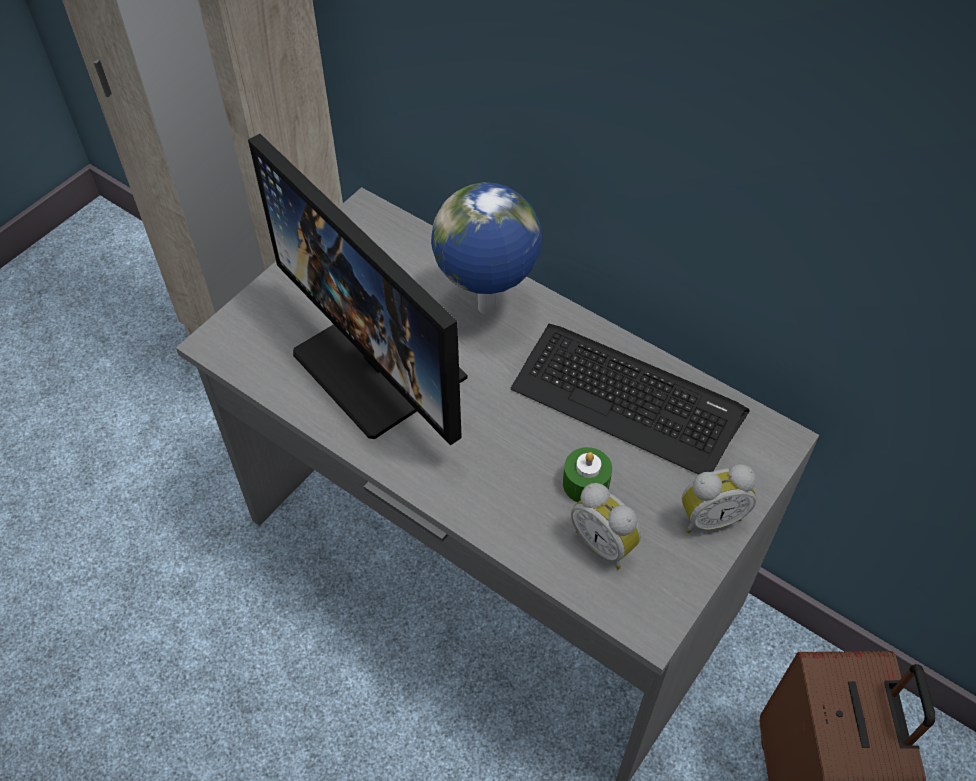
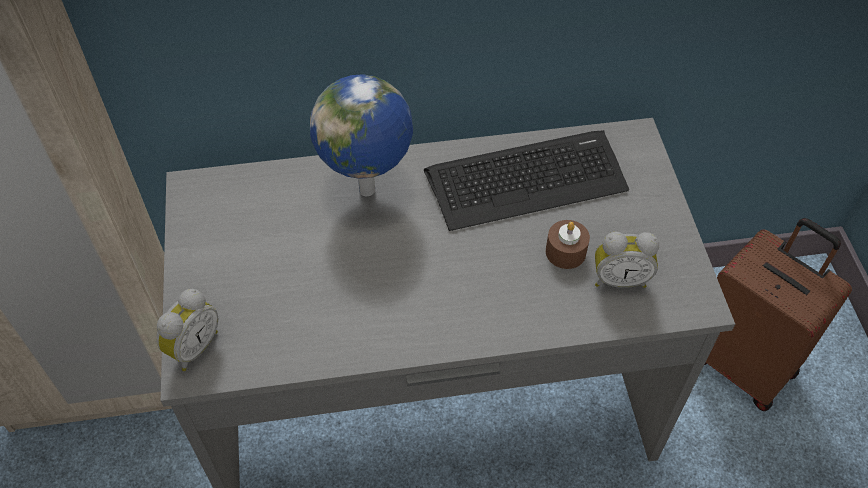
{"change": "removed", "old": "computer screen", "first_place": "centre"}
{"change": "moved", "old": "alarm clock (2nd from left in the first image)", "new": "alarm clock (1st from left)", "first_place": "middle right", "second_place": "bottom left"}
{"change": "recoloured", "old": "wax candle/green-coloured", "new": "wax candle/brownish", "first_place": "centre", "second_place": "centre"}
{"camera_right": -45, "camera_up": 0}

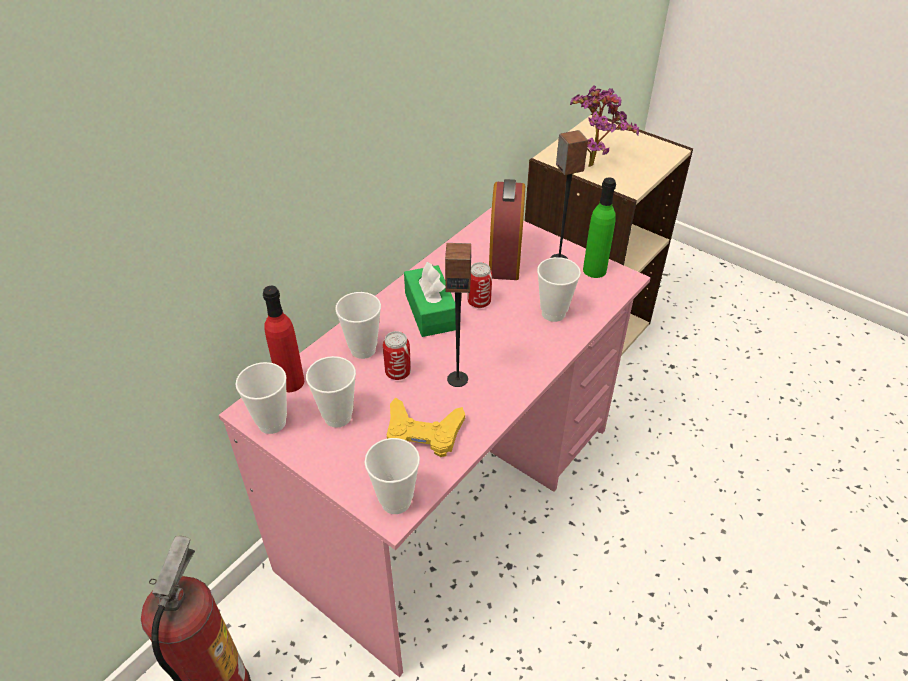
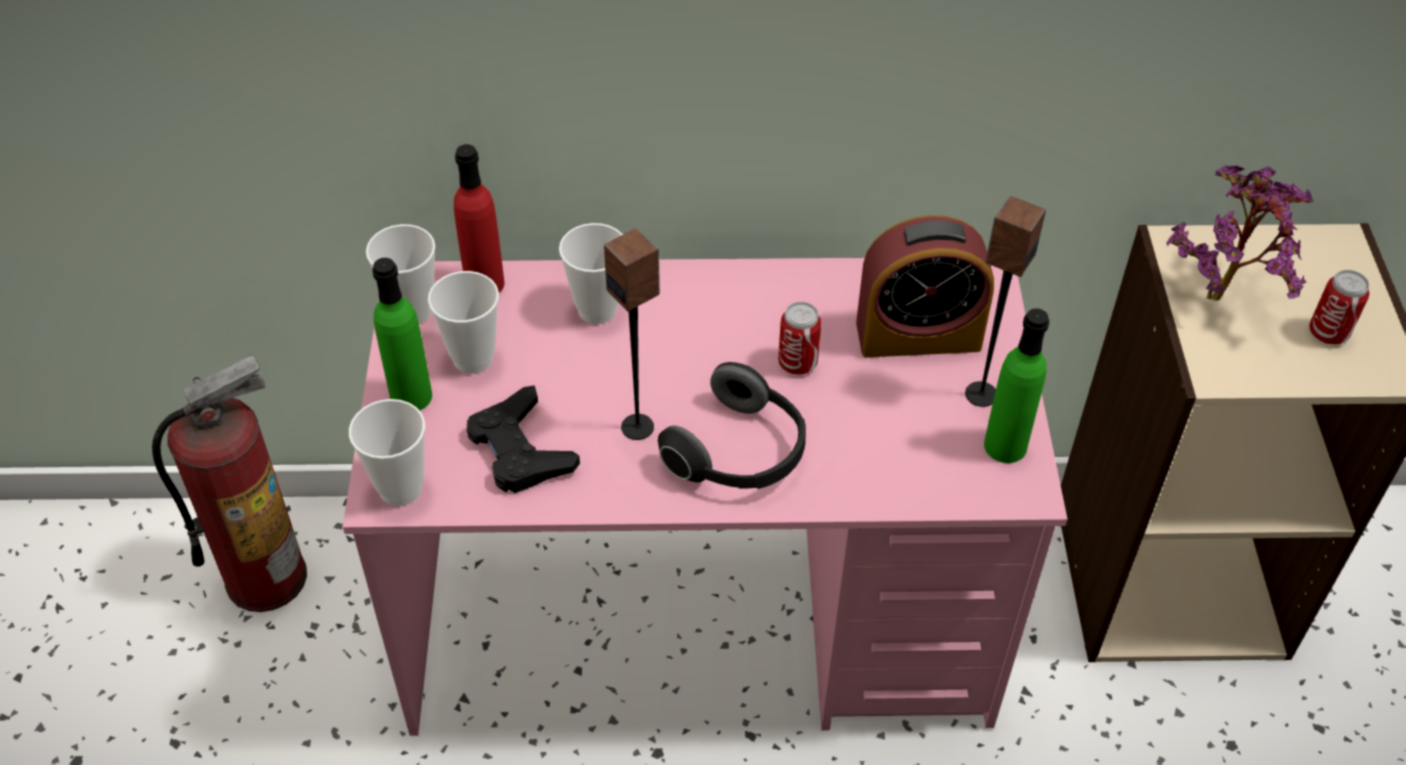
{"change": "removed", "old": "tissue box/green-coloured", "first_place": "centre"}
{"change": "removed", "old": "cup (5th from left)", "first_place": "centre"}
{"change": "added", "new": "beverage bottle/green-coloured (1st from left)", "second_place": "middle left"}
{"change": "added", "new": "headset", "second_place": "centre"}
{"change": "moved", "old": "can (1st from left in the first image)", "new": "can (2nd from left)", "first_place": "centre", "second_place": "middle right"}
{"change": "recoloured", "old": "gamepad/yellow-coloured", "new": "gamepad/blackish", "first_place": "centre", "second_place": "centre"}
{"change": "turned", "old": "alarm clock", "first_place": "centre", "second_place": "centre", "degrees": -150}
{"camera_right": 50, "camera_up": 5}

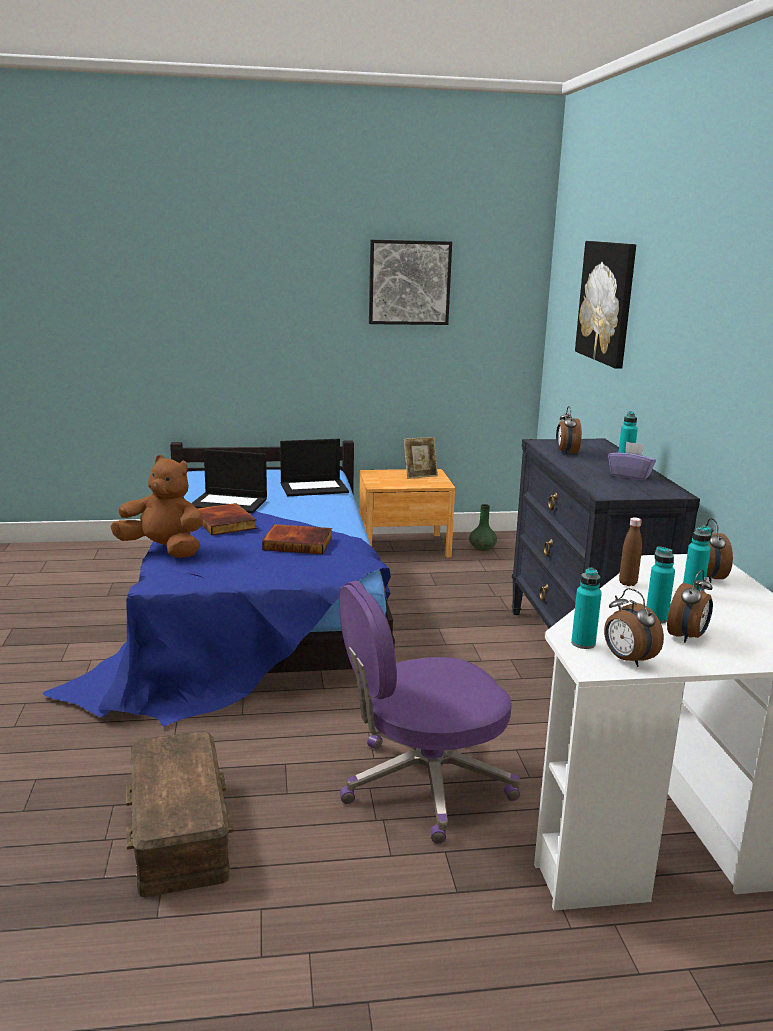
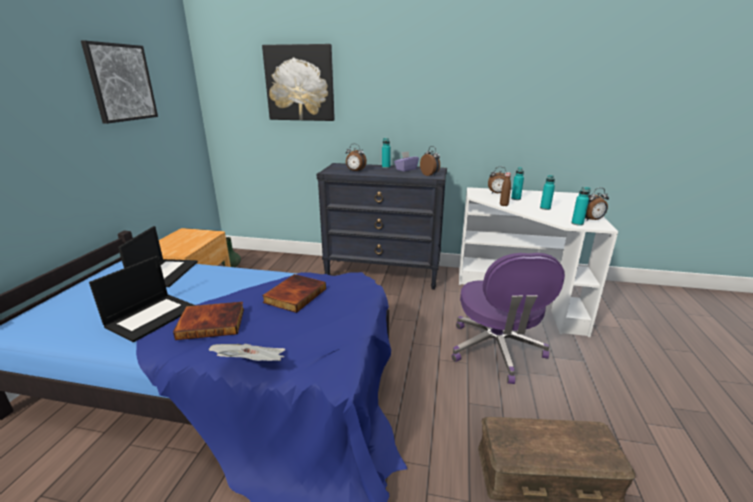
{"change": "removed", "old": "standing frame", "first_place": "centre"}
{"change": "moved", "old": "alarm clock (3rd from left in the first image)", "new": "alarm clock (2nd from left)", "first_place": "middle right", "second_place": "top centre"}
{"change": "replaced", "old": "soft toy/brownish", "new": "daily paper", "first_place": "middle left", "second_place": "bottom left"}
{"camera_right": -70, "camera_up": 5}

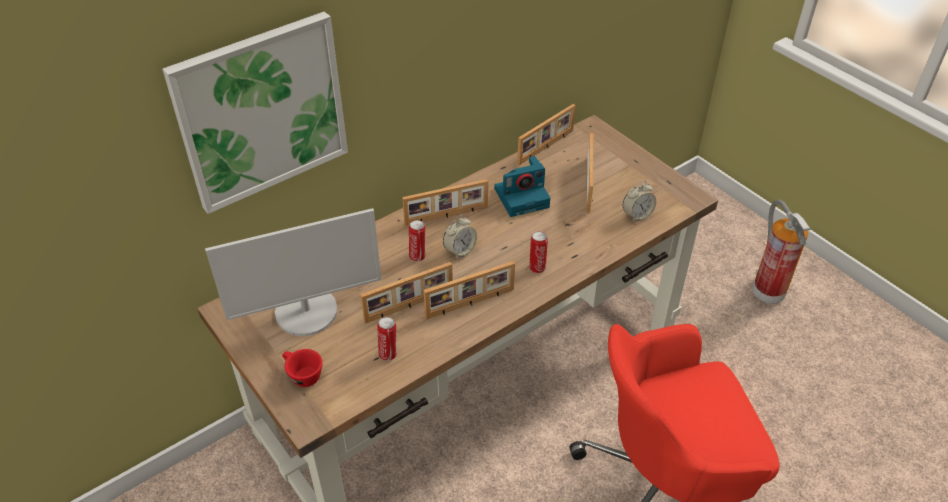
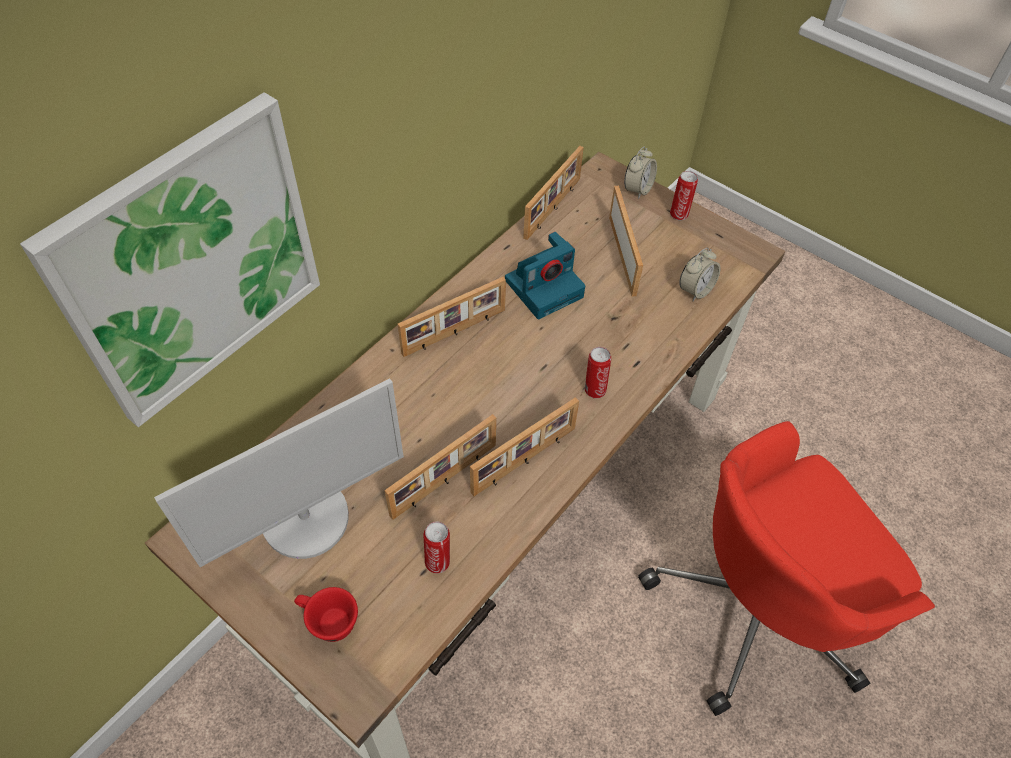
{"change": "removed", "old": "fire-fighting cylinder", "first_place": "middle right"}
{"change": "moved", "old": "can (2nd from left in the first image)", "new": "can (3rd from left)", "first_place": "centre", "second_place": "top right"}
{"change": "moved", "old": "alarm clock (1st from left)", "first_place": "centre", "second_place": "top centre"}
{"camera_right": -15, "camera_up": 10}

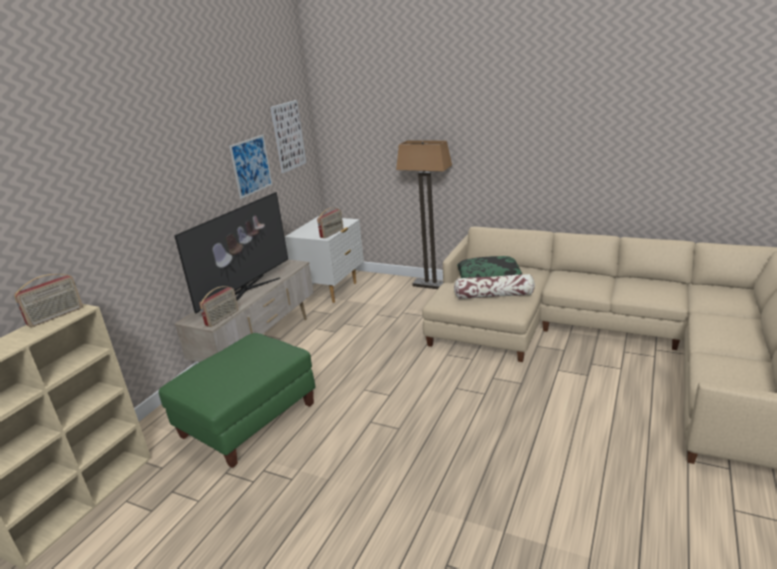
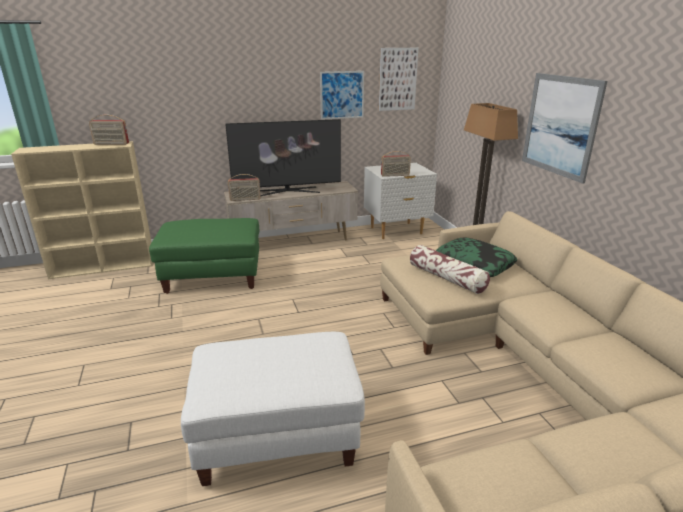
{"change": "added", "new": "ottoman/whitish", "second_place": "bottom centre"}
{"change": "added", "new": "wall picture (3rd from left)", "second_place": "top right"}
{"camera_right": 45, "camera_up": 0}

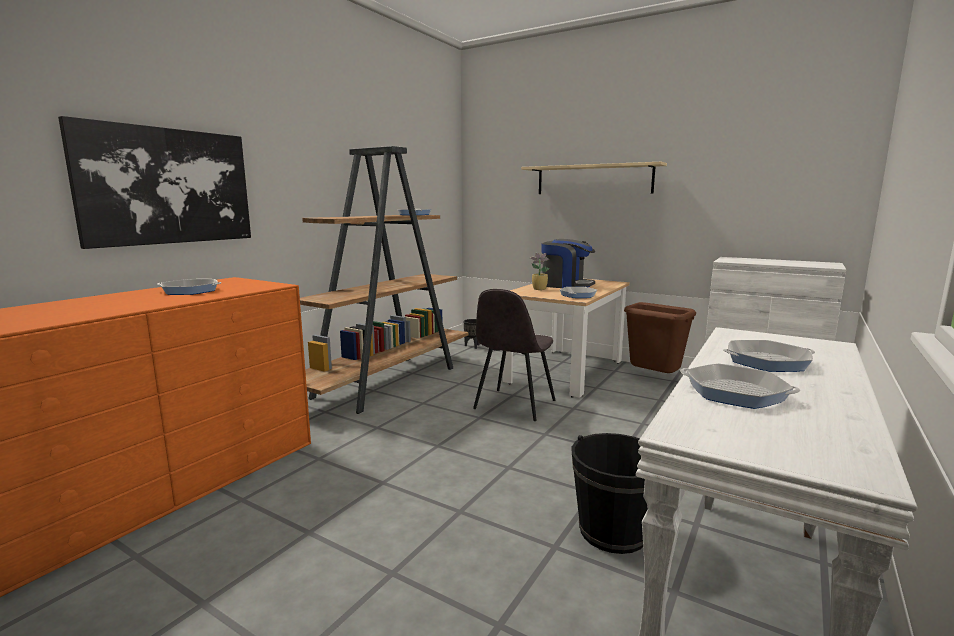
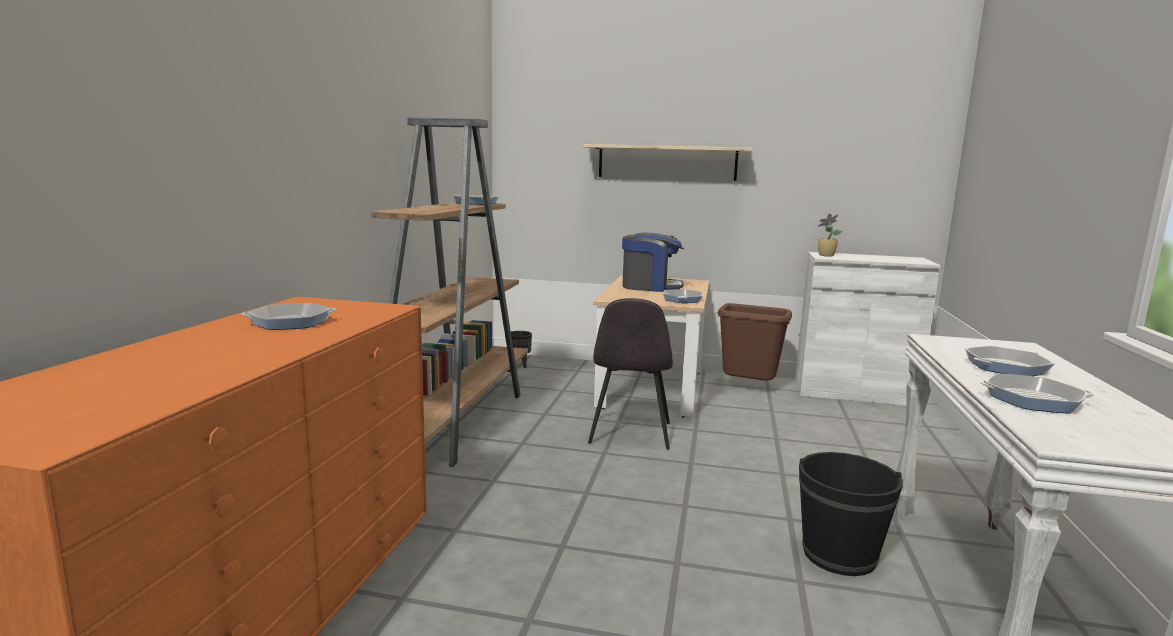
{"change": "removed", "old": "wall picture", "first_place": "top left"}
{"change": "moved", "old": "plant in a pot", "first_place": "centre", "second_place": "middle right"}
{"camera_right": -20, "camera_up": 0}

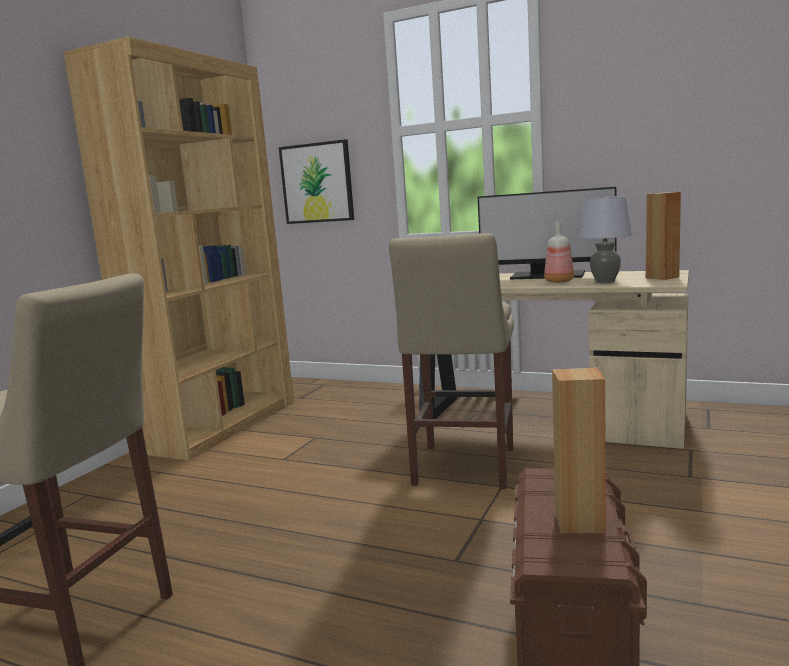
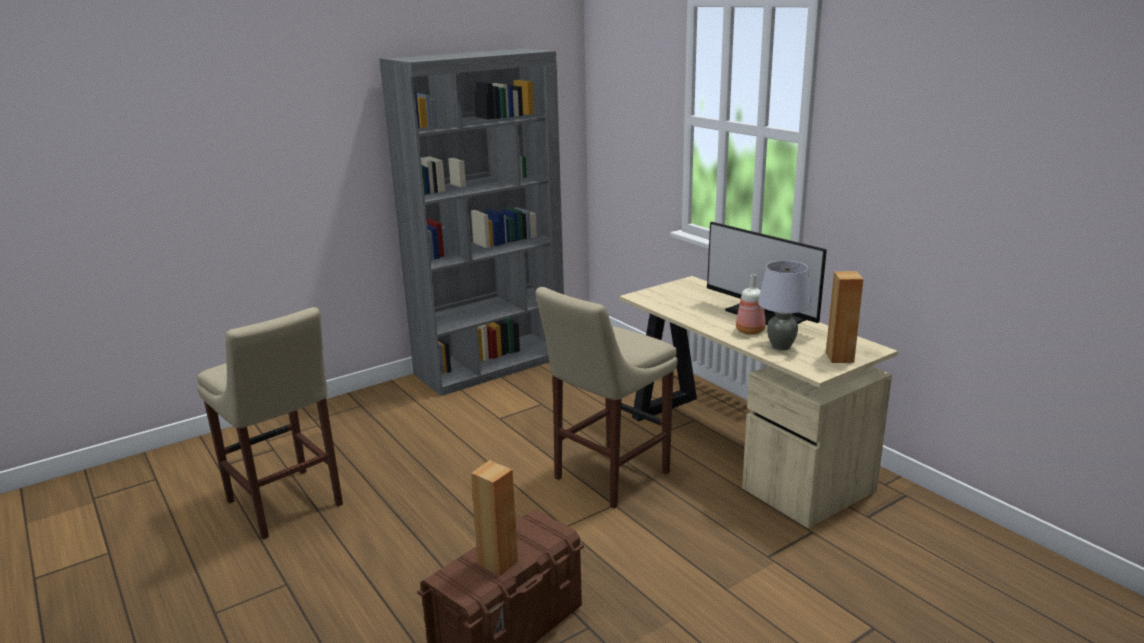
{"change": "removed", "old": "wall picture", "first_place": "top centre"}
{"change": "recoloured", "old": "bookshelf/brownish", "new": "bookshelf/gray", "first_place": "middle left", "second_place": "centre"}
{"camera_right": 30, "camera_up": 10}

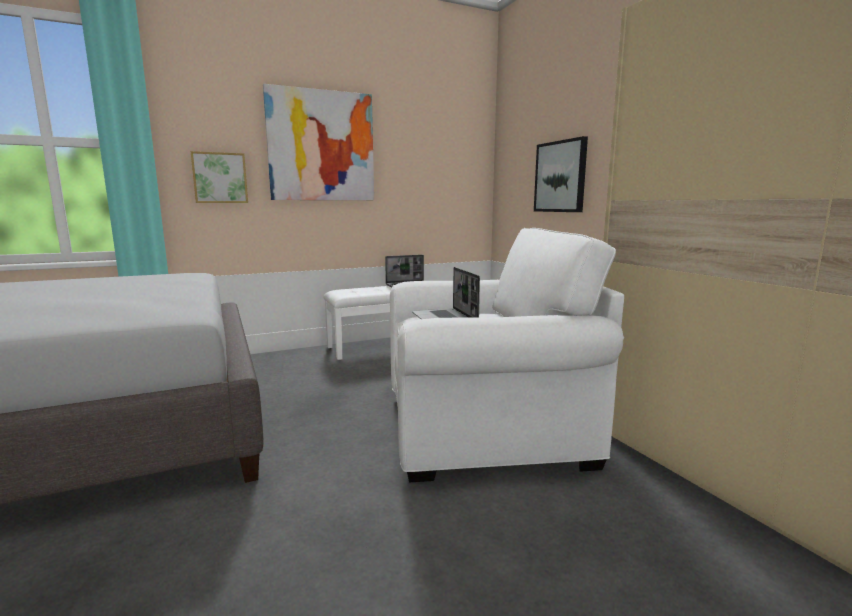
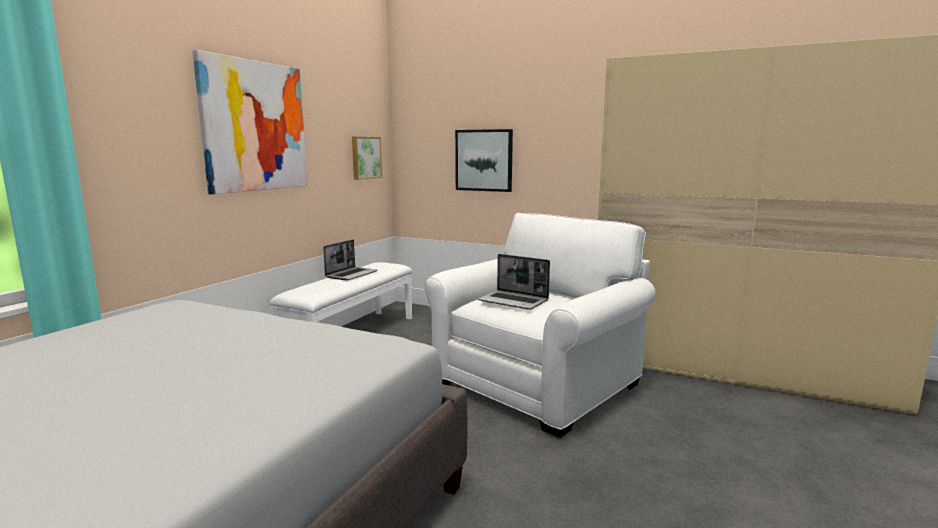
{"change": "moved", "old": "wall picture (1st from left in the first image)", "new": "wall picture (2nd from left)", "first_place": "top left", "second_place": "top centre"}
{"camera_right": -40, "camera_up": 0}

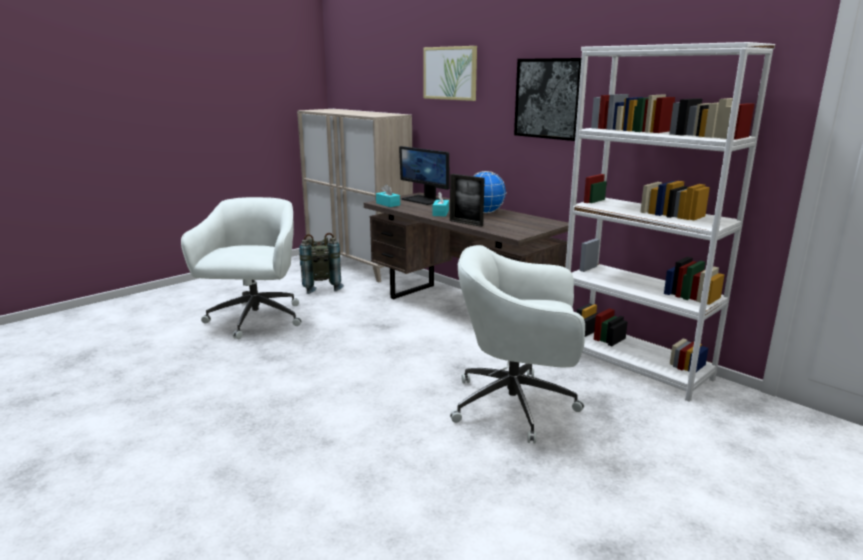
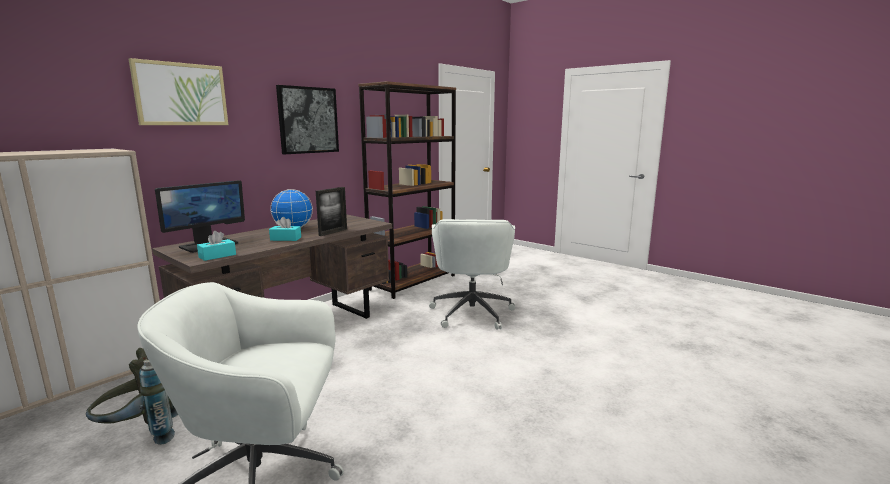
{"change": "recoloured", "old": "bookshelf/whitish", "new": "bookshelf/brownish", "first_place": "middle right", "second_place": "centre"}
{"camera_right": -95, "camera_up": -5}

